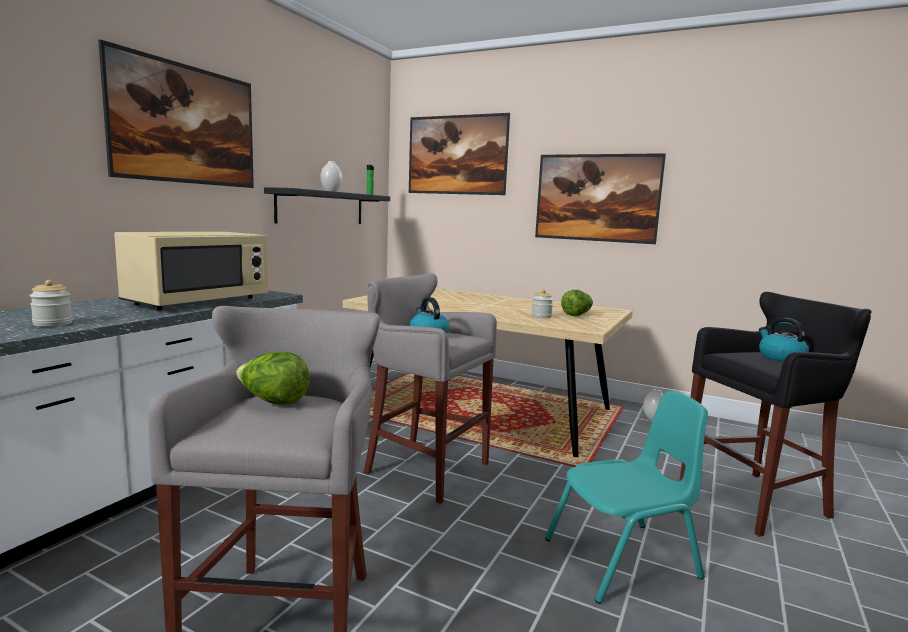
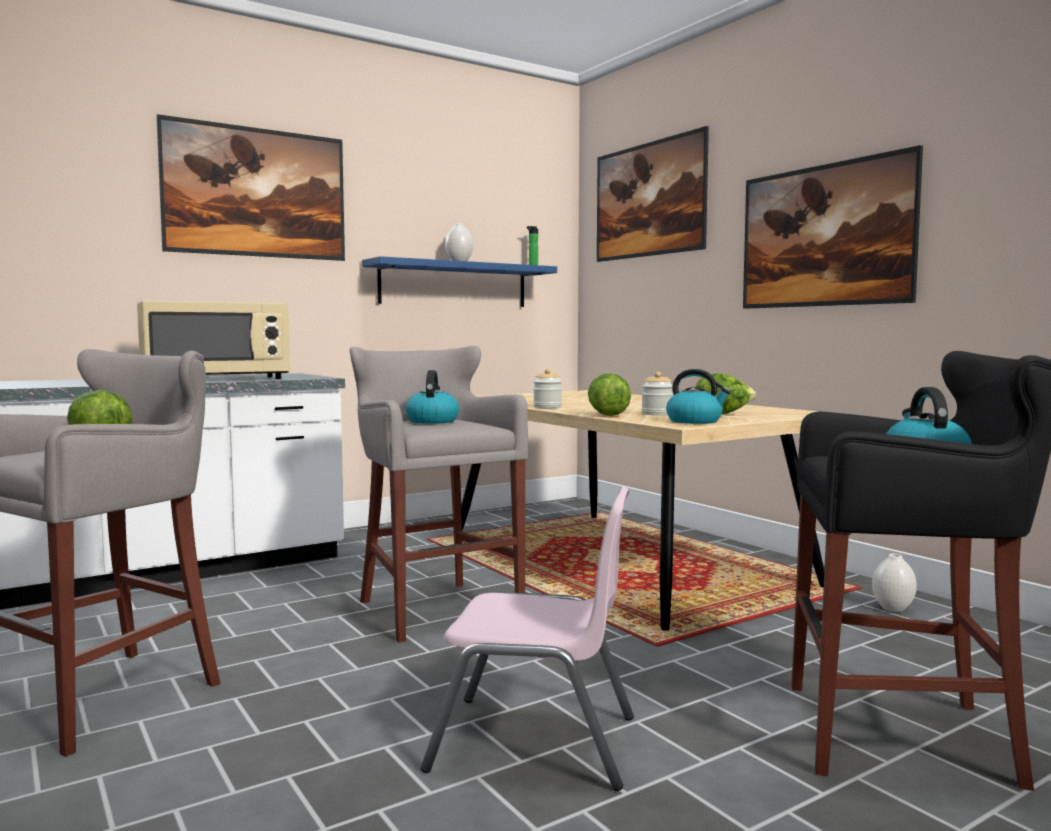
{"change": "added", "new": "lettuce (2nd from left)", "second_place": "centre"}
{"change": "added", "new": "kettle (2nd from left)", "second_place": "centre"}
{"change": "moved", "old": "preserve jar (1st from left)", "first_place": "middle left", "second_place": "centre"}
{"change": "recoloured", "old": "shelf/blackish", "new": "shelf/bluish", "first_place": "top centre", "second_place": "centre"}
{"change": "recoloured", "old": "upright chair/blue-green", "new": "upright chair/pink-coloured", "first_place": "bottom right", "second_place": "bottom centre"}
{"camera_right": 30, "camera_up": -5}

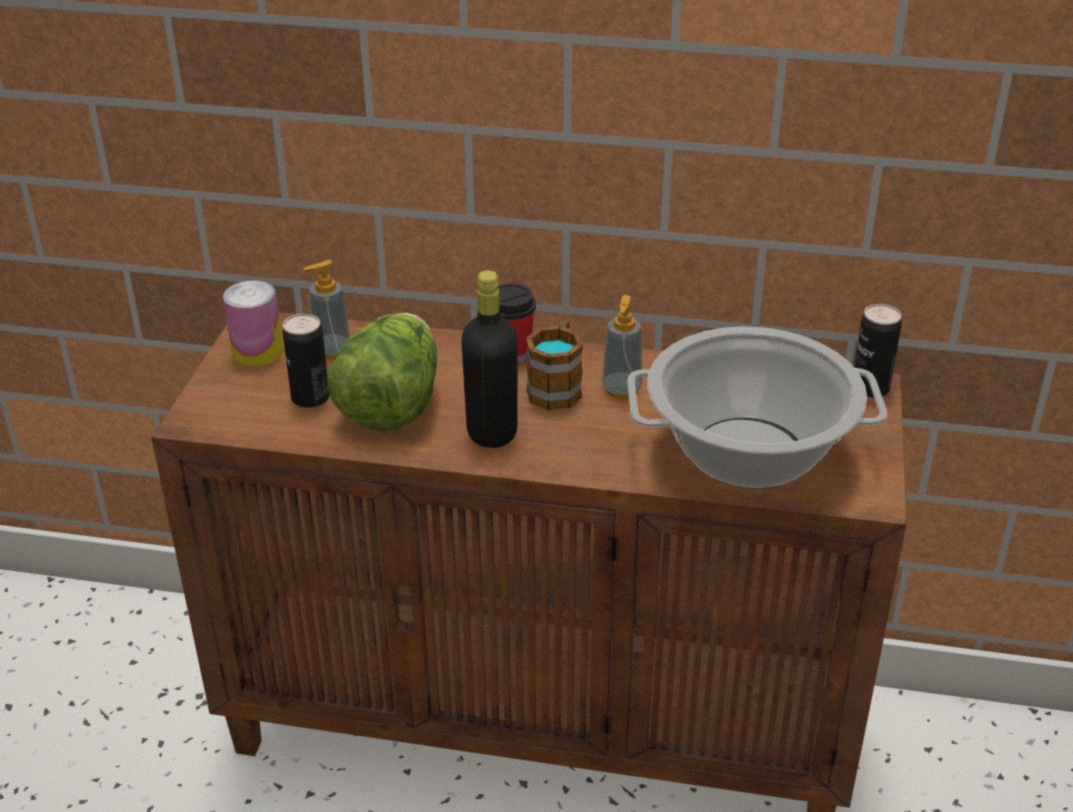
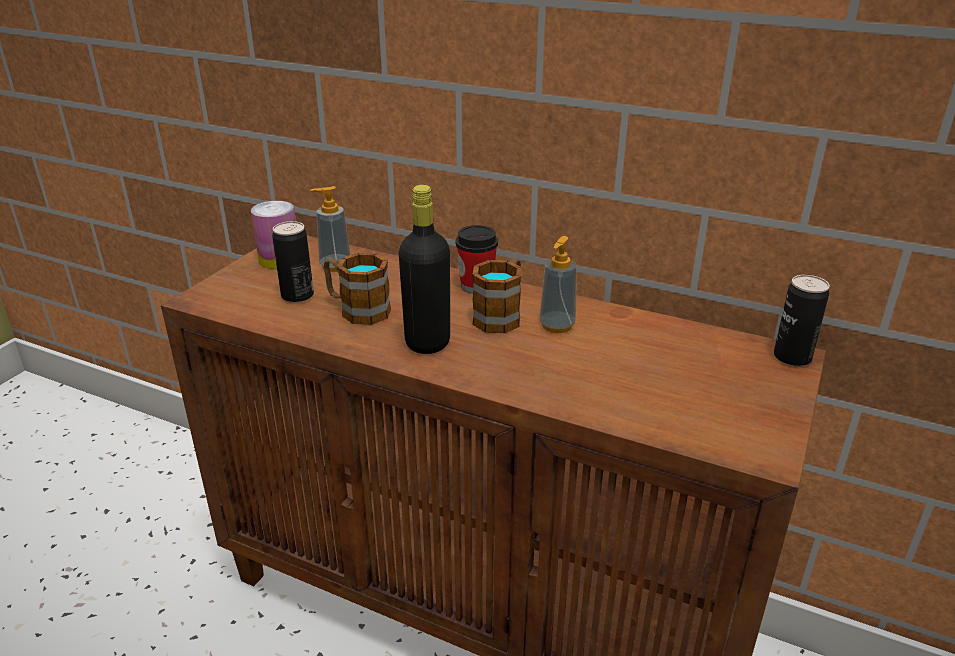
{"change": "removed", "old": "stockpot", "first_place": "middle right"}
{"change": "replaced", "old": "lettuce", "new": "tea mug (1st from left)", "first_place": "centre", "second_place": "centre"}
{"camera_right": 15, "camera_up": -5}

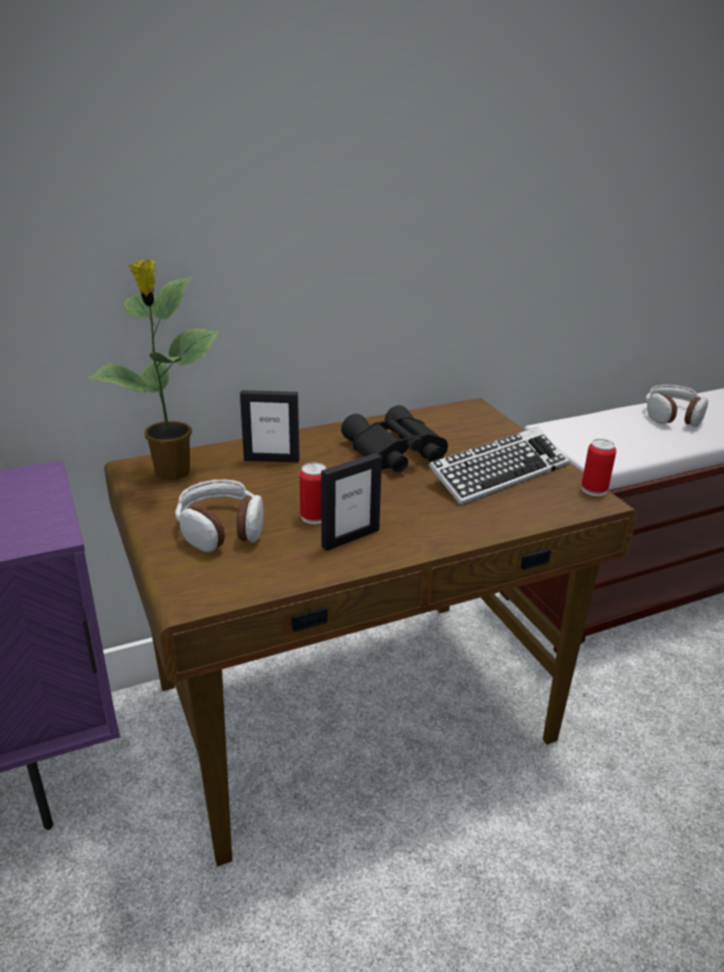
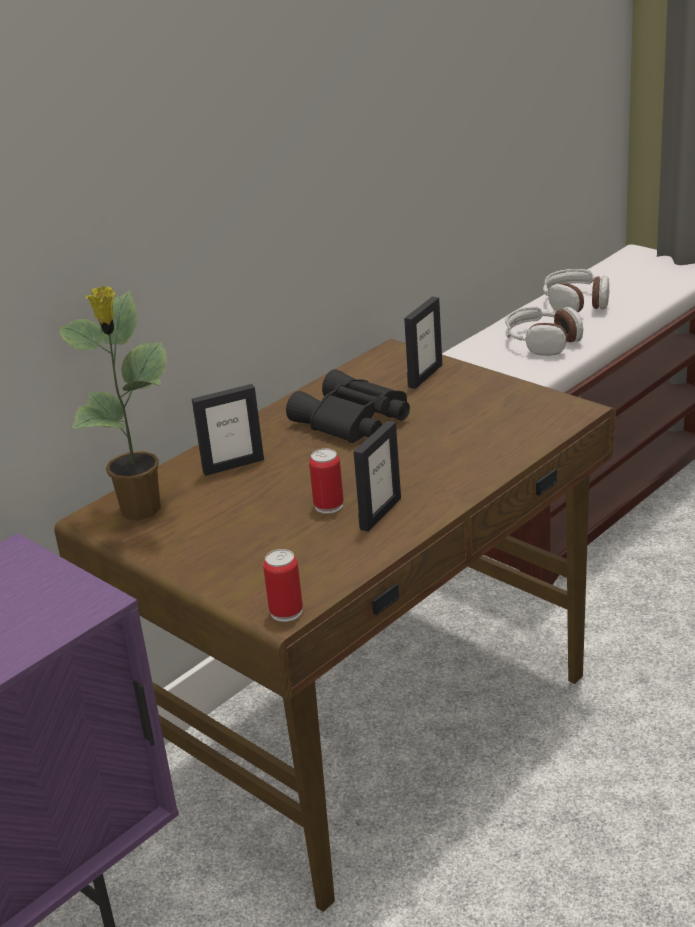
{"change": "removed", "old": "computer keyboard", "first_place": "middle right"}
{"change": "added", "new": "standing frame (3rd from left)", "second_place": "centre"}
{"change": "moved", "old": "headset (1st from left)", "first_place": "middle left", "second_place": "middle right"}
{"change": "moved", "old": "can (2nd from left in the first image)", "new": "can (1st from left)", "first_place": "middle right", "second_place": "centre"}
{"camera_right": -20, "camera_up": 0}

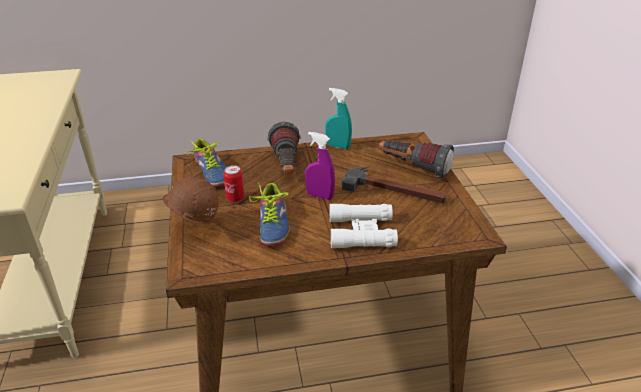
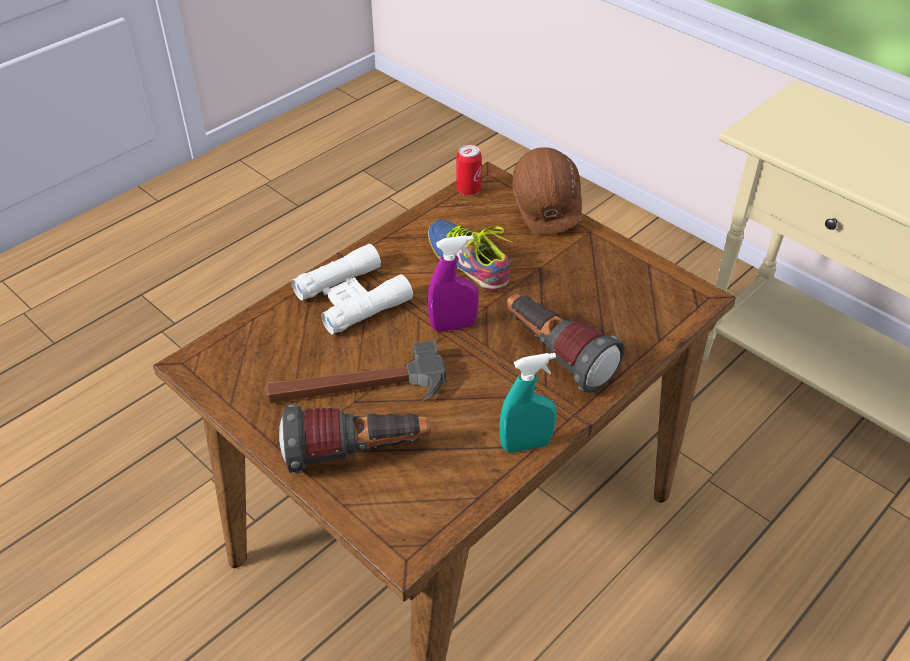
{"change": "removed", "old": "low shoe (1st from left)", "first_place": "middle left"}
{"change": "moved", "old": "can", "first_place": "centre", "second_place": "top centre"}
{"camera_right": 145, "camera_up": 10}

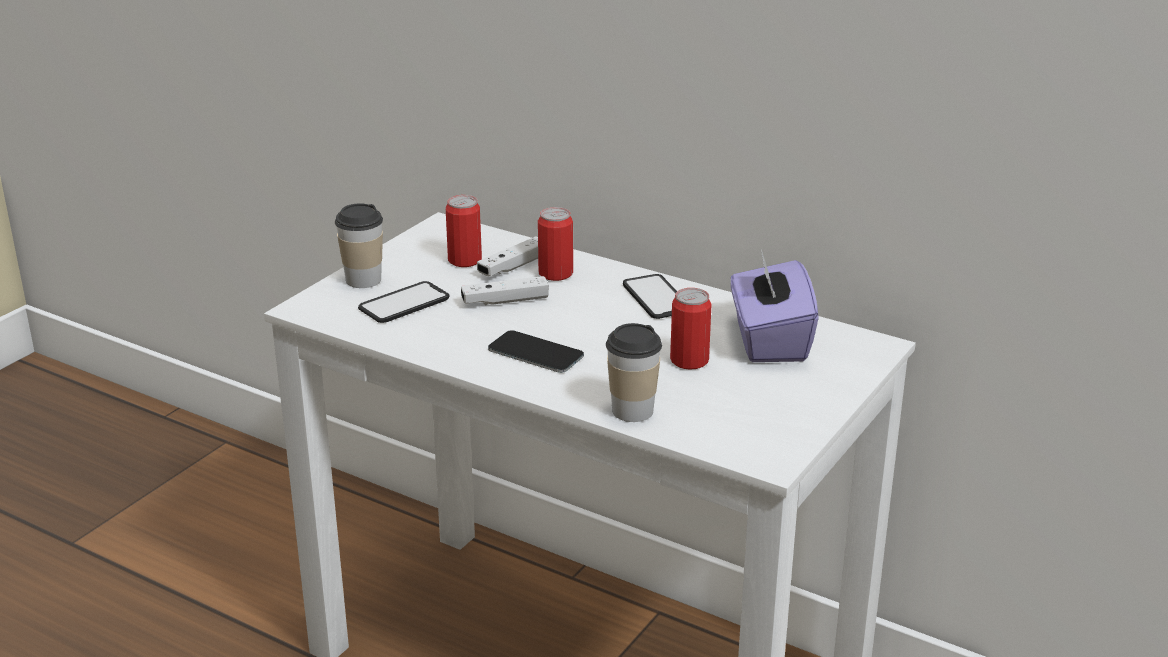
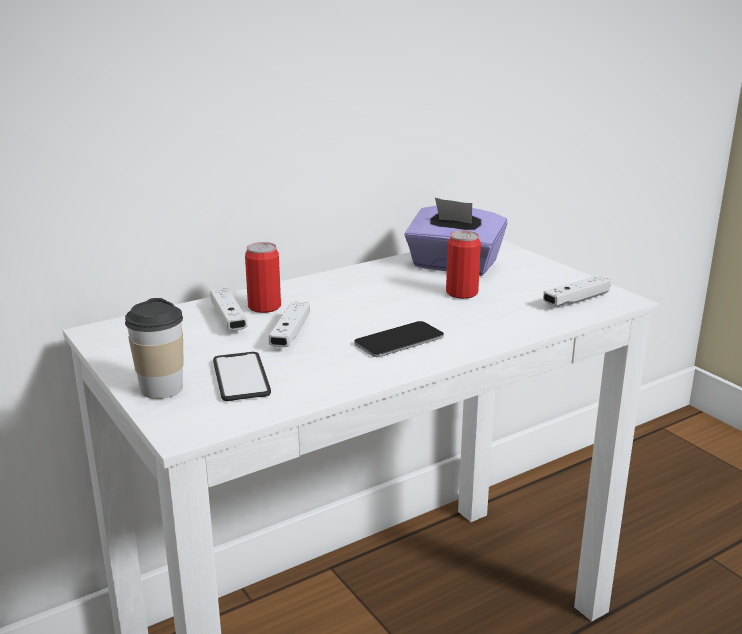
{"change": "removed", "old": "can (1st from left)", "first_place": "centre"}
{"change": "removed", "old": "cup (2nd from left)", "first_place": "centre"}
{"change": "removed", "old": "handset (3rd from left)", "first_place": "centre"}
{"change": "added", "new": "gamepad/whitish (3rd from left)", "second_place": "middle right"}
{"camera_right": -65, "camera_up": -5}

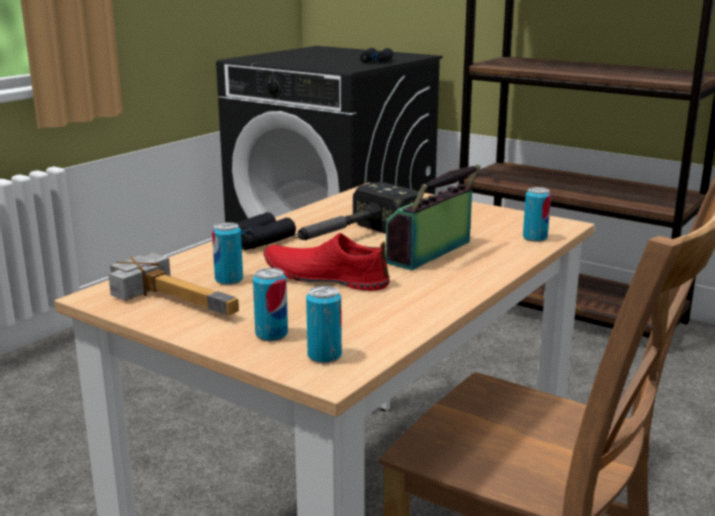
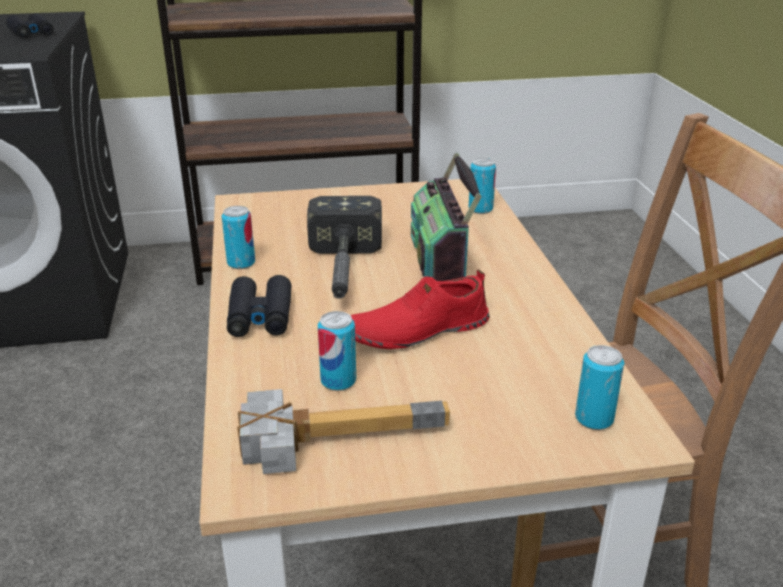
{"change": "moved", "old": "can (2nd from left in the first image)", "new": "can (1st from left)", "first_place": "centre", "second_place": "middle left"}
{"camera_right": -45, "camera_up": 10}

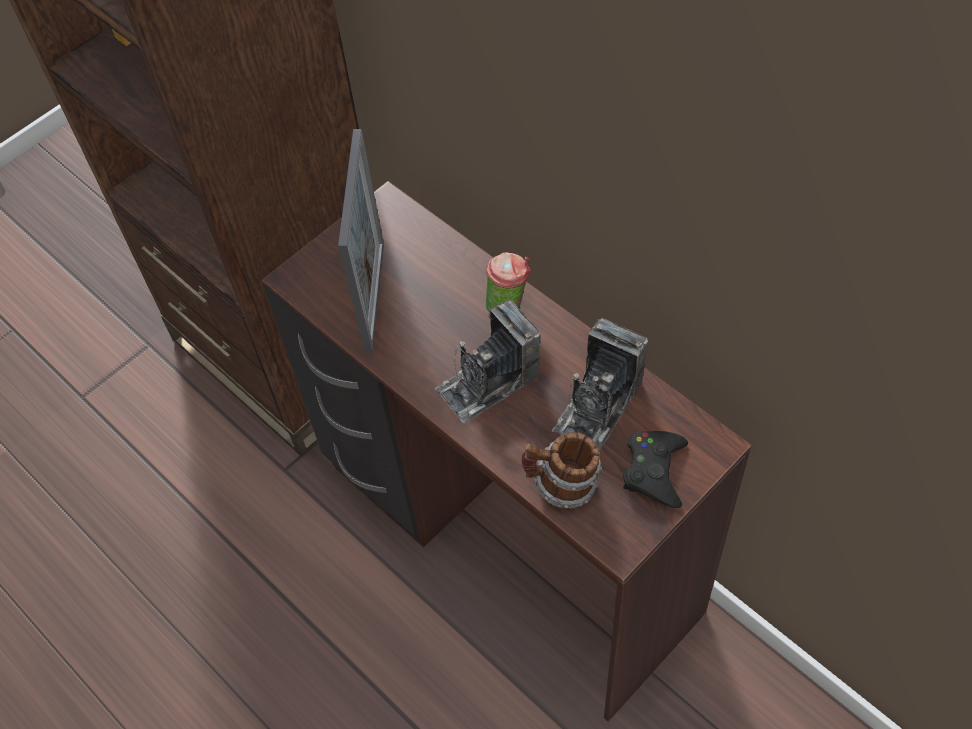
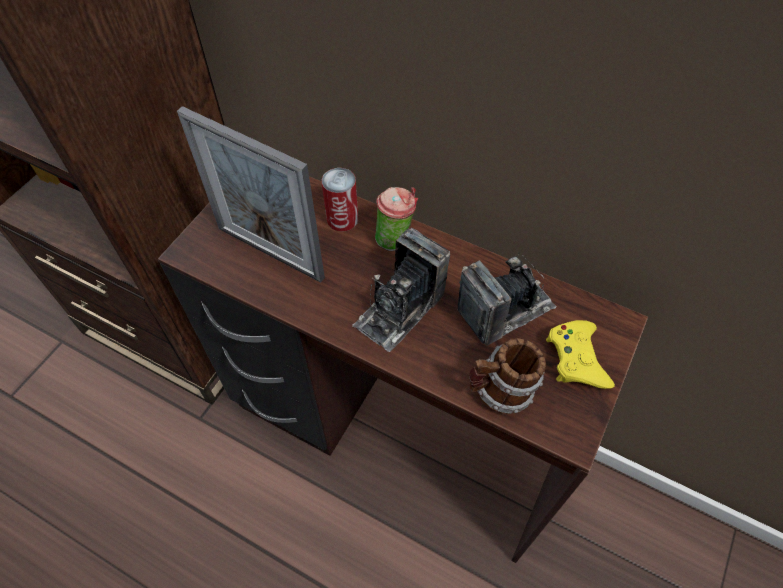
{"change": "added", "new": "can", "second_place": "centre"}
{"change": "recoloured", "old": "gamepad/blackish", "new": "gamepad/yellow-coloured", "first_place": "middle right", "second_place": "middle right"}
{"change": "turned", "old": "standing frame", "first_place": "top centre", "second_place": "top left", "degrees": 135}
{"change": "turned", "old": "still camera (2nd from left)", "first_place": "centre", "second_place": "centre", "degrees": -135}
{"camera_right": -20, "camera_up": 0}

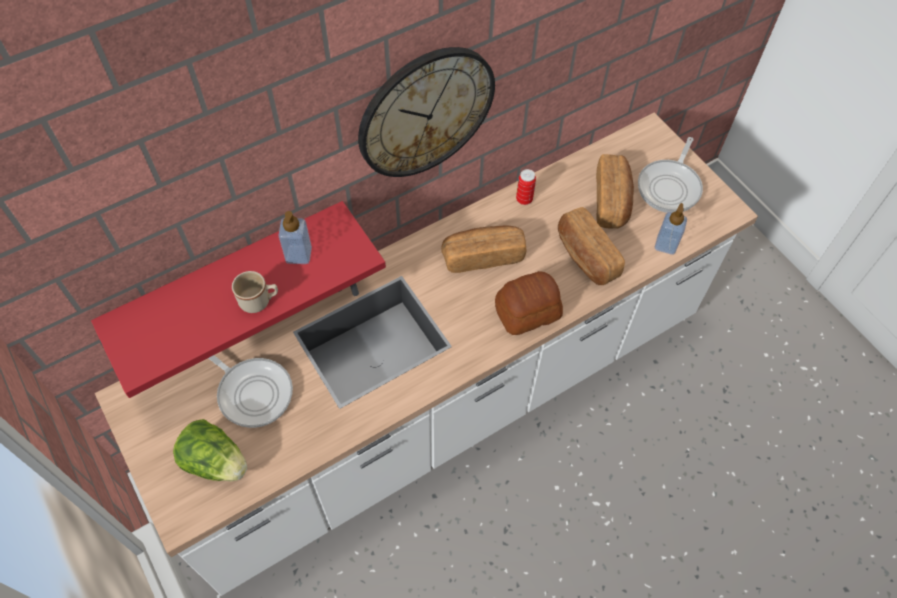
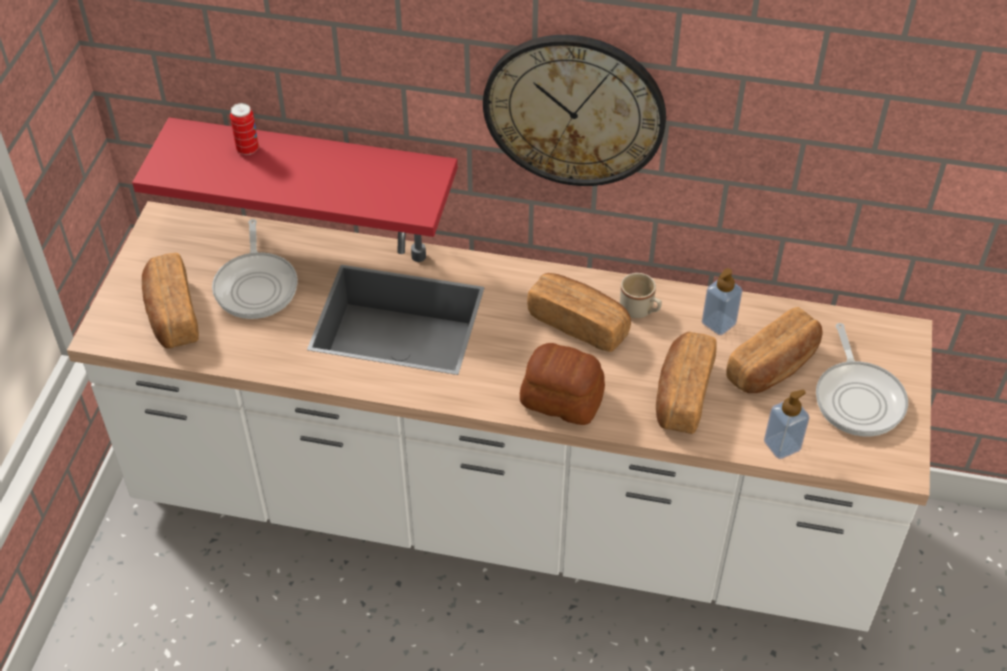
{"change": "moved", "old": "tea mug/beige", "first_place": "middle left", "second_place": "centre"}
{"change": "moved", "old": "soap bottle (1st from left)", "first_place": "middle left", "second_place": "middle right"}
{"change": "moved", "old": "can", "first_place": "top centre", "second_place": "top left"}
{"change": "replaced", "old": "lettuce", "new": "bakery bread (1st from left)", "first_place": "bottom left", "second_place": "middle left"}
{"change": "turned", "old": "skillet (2nd from left)", "first_place": "top right", "second_place": "middle right", "degrees": -75}
{"camera_right": 45, "camera_up": -10}

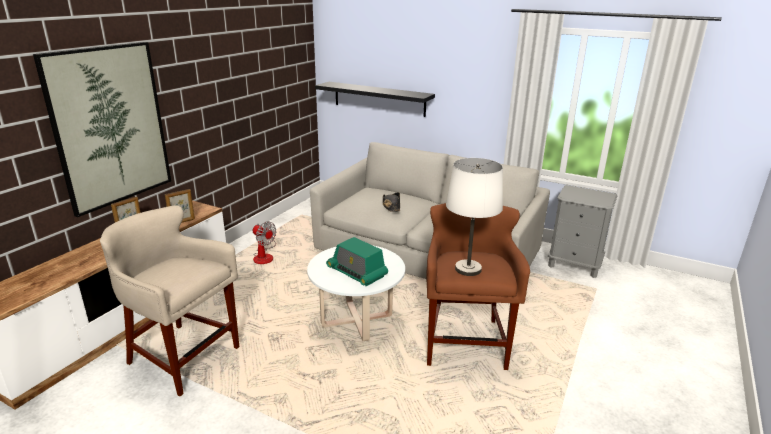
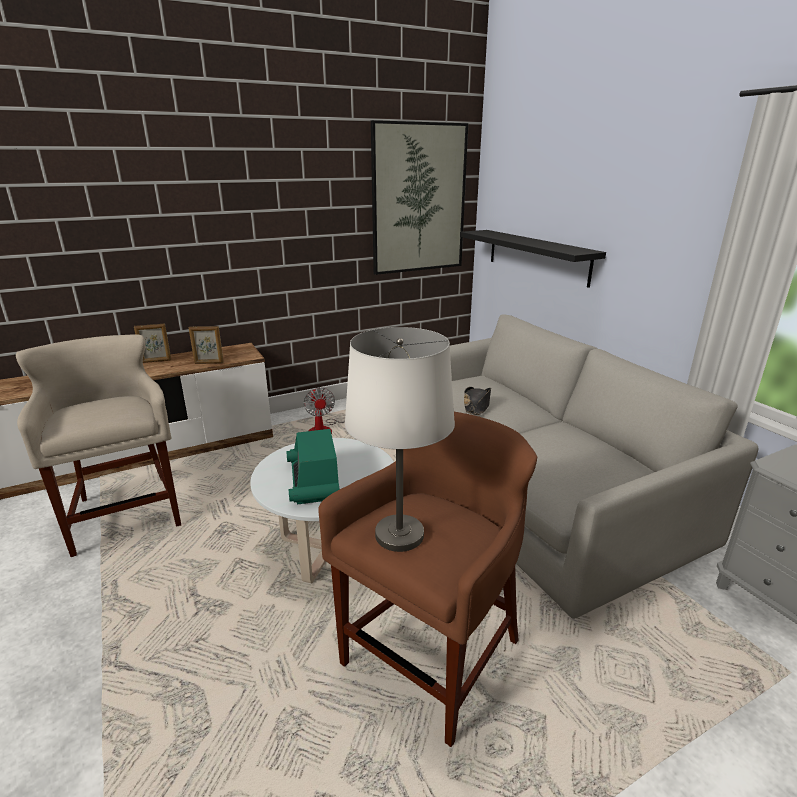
{"change": "moved", "old": "wall picture", "first_place": "top left", "second_place": "top centre"}
{"camera_right": 35, "camera_up": 0}

